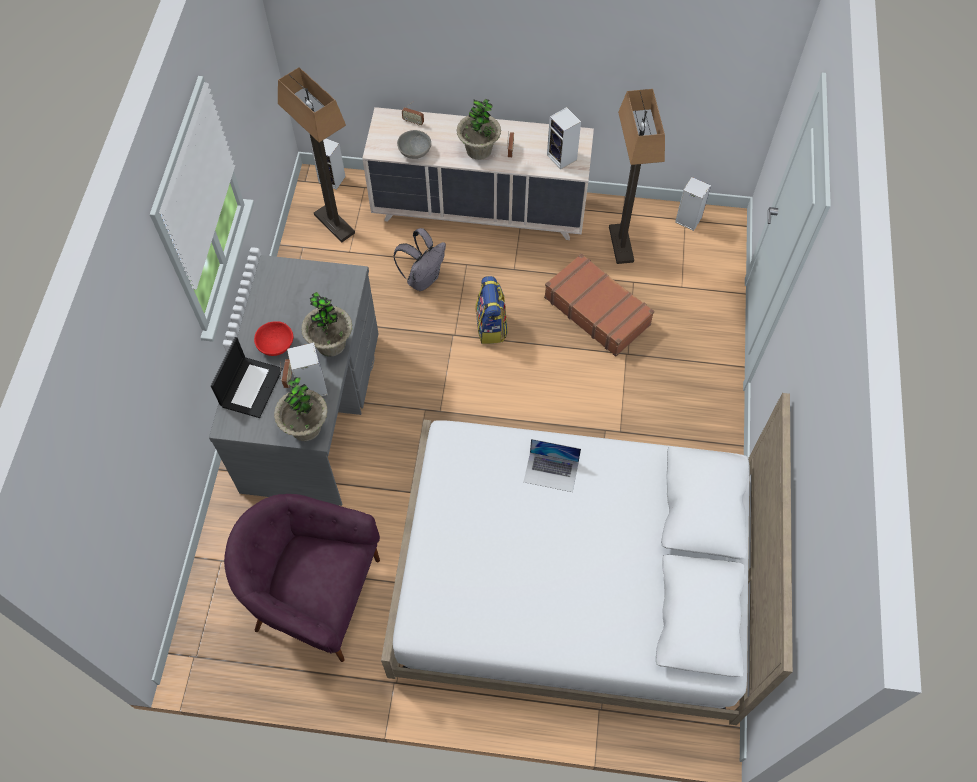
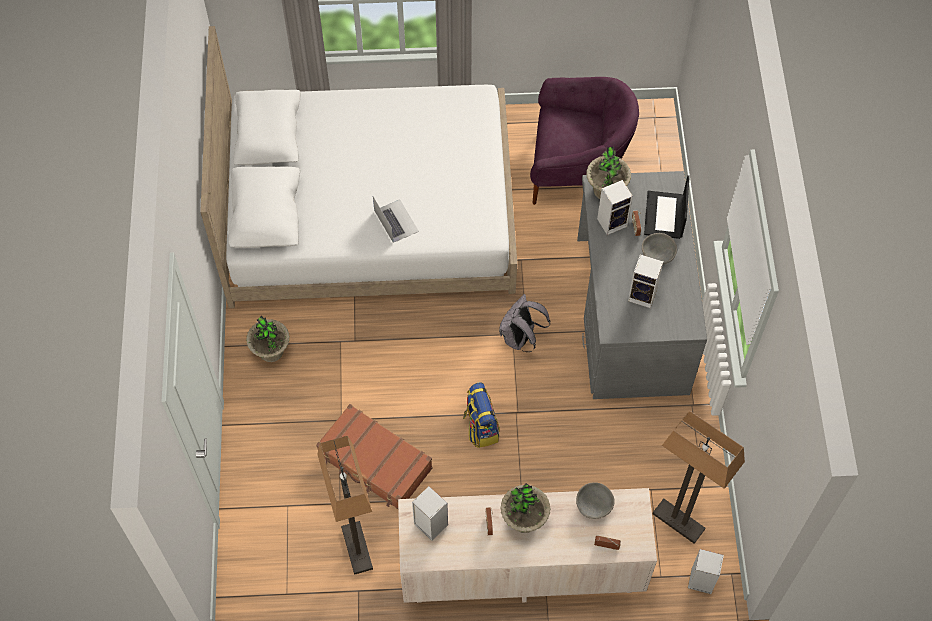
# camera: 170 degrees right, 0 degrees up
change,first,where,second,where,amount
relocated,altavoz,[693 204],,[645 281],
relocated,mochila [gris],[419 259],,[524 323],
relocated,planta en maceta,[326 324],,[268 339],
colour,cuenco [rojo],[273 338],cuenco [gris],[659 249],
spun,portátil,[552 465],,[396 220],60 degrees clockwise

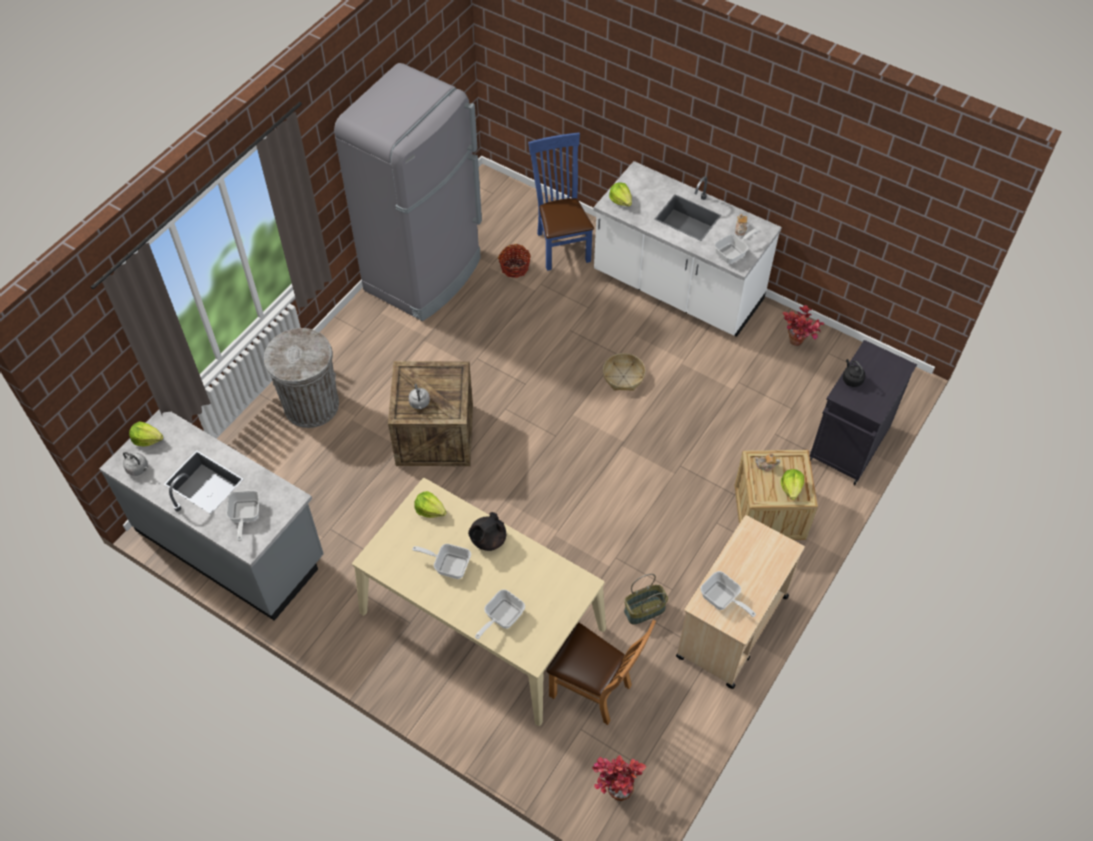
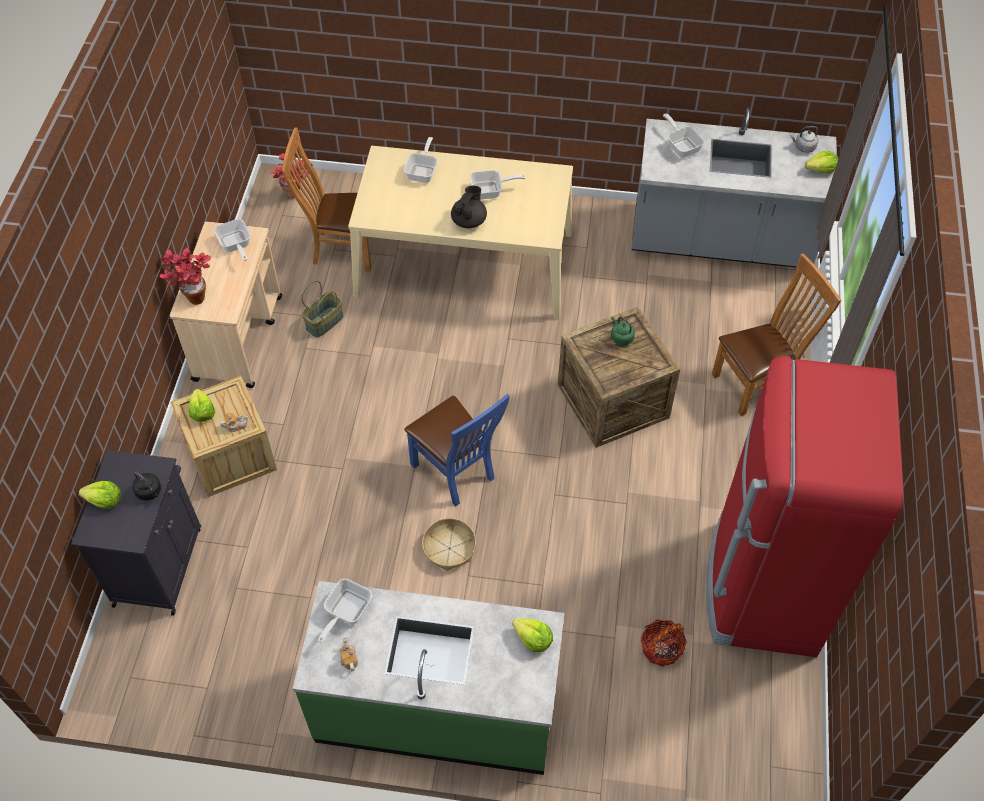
# camera: 155 degrees right, 0 degrees up
change,first,where,second,where,amount
colour,nevera [gris],[408 192],nevera [rojo],[804 506],
relocated,silla [azul],[561 202],,[457 449],
colour,mueble bajo de cocina [blanco],[687 249],mueble bajo de cocina [verde],[428 678],
relocated,planta en maceta,[803 325],,[185 276],
exchanged,papelera [gris],[301 378],silla [marrón],[776 334],
colour,hervidor [gris],[419 396],hervidor [verde],[623 330],
relocated,lechuga,[430 504],,[100 495],
spun,sartén,[728 594],,[232 240],135 degrees counterclockwise

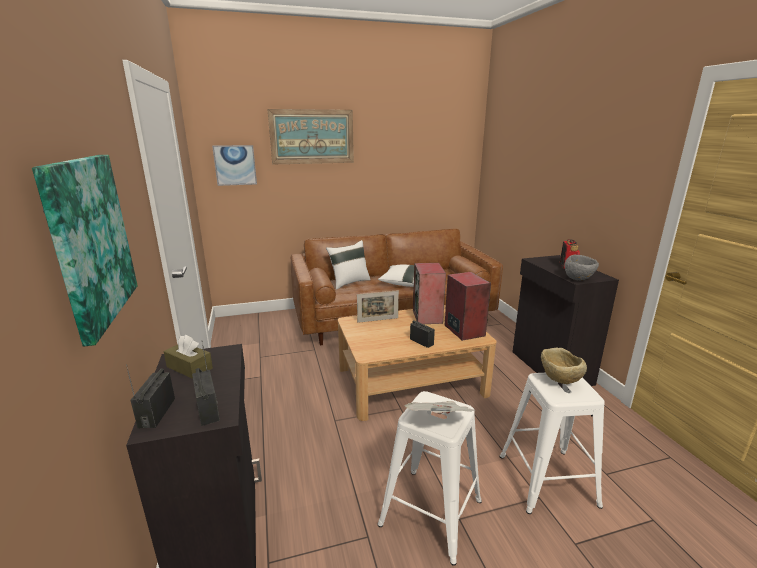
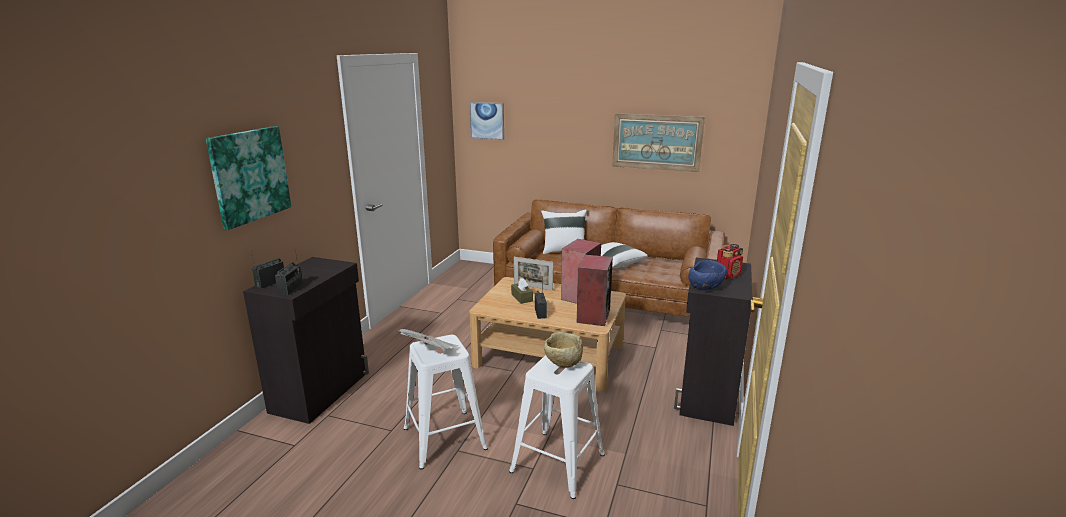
# camera: 35 degrees right, 0 degrees up
change,first,where,second,where,amount
relocated,cuadro,[310 136],,[658 142],
colour,cuenco [gris],[582 267],cuenco [azul],[707 275],
relocated,caja de pañuelos [marrón],[188 357],,[522 291],

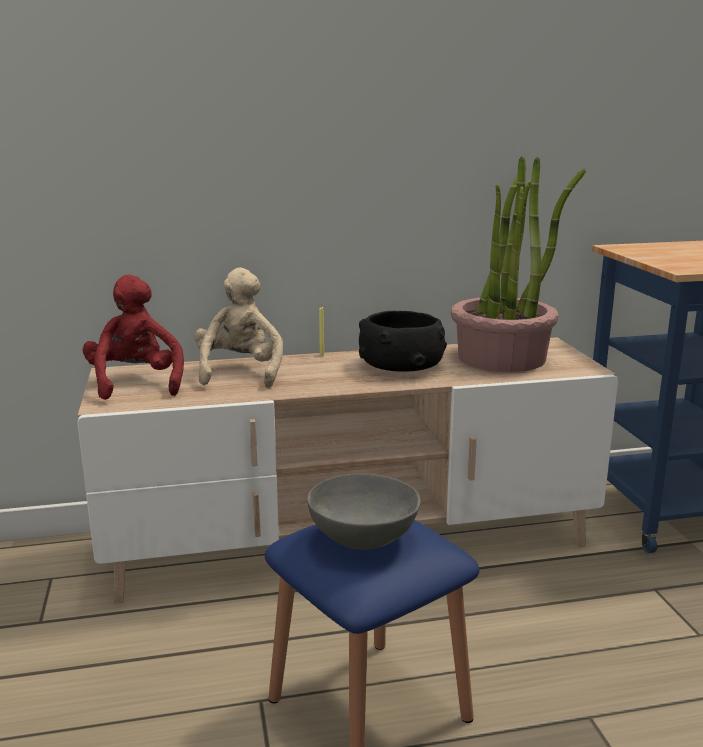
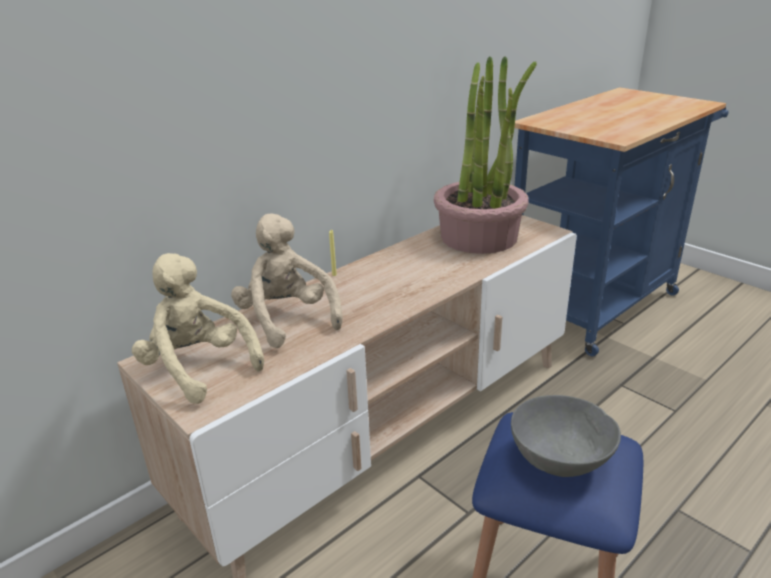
# camera: 30 degrees left, 10 degrees up
change,first,where,second,where,amount
colour,peluche [rojo],[133 337],peluche [beis],[198 328],
missing,cuenco [negro],[403 341],,,

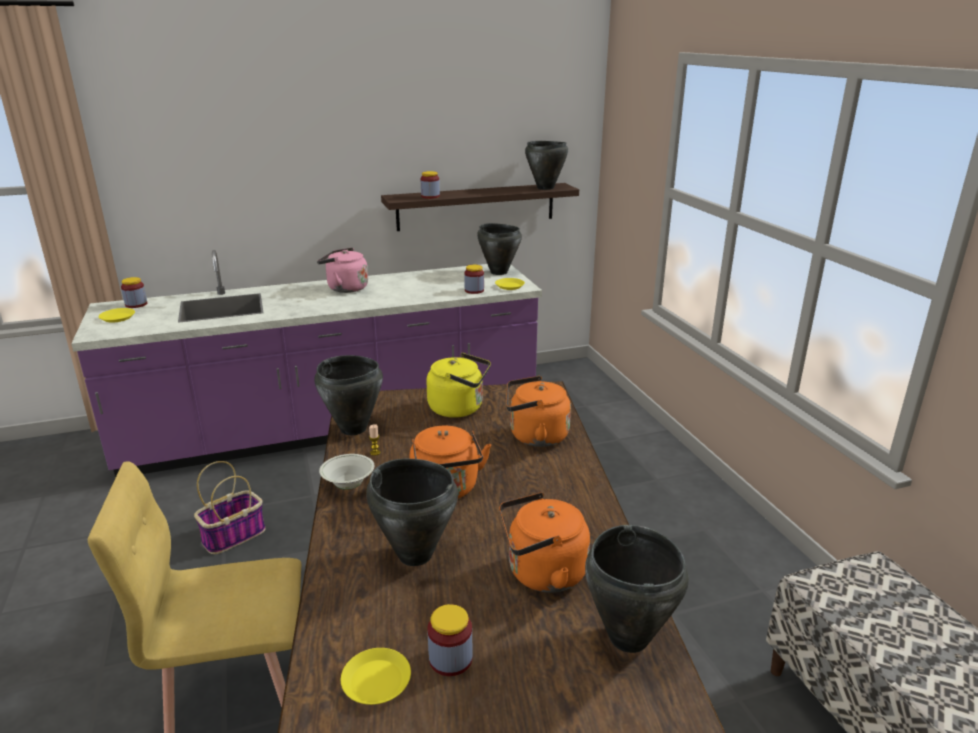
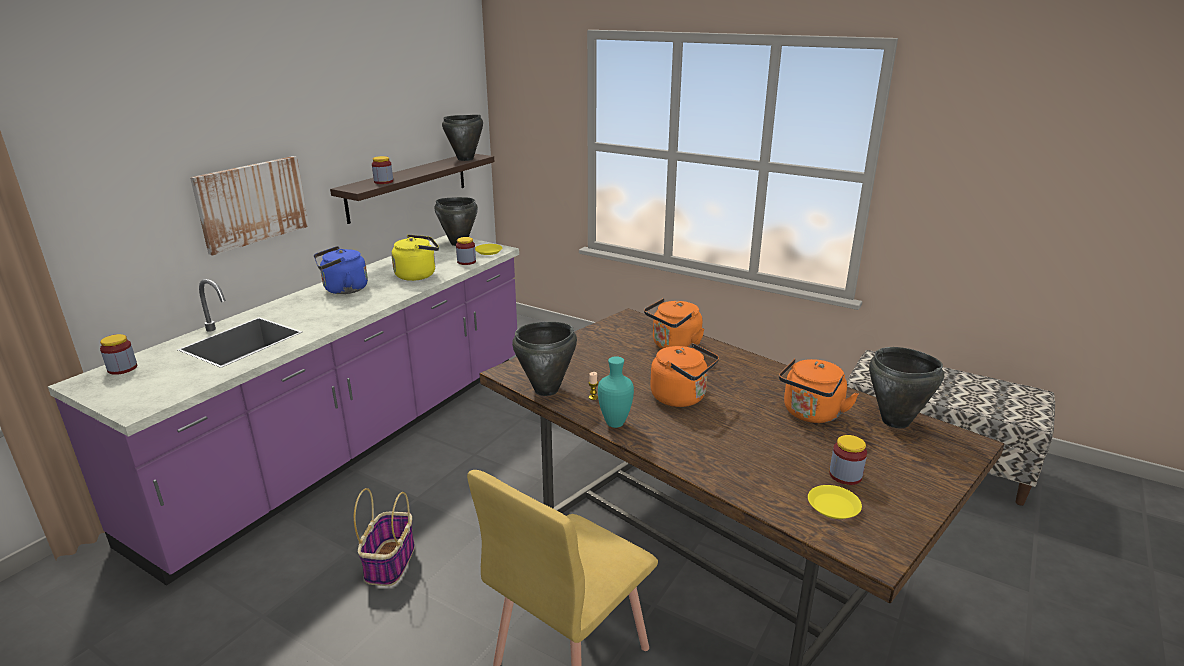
# camera: 40 degrees left, 0 degrees up
change,first,where,second,where,amount
colour,hervidor [rosa],[342 270],hervidor [azul],[341 270],
missing,plato [amarillo],[117 315],,,
relocated,hervidor [amarillo],[458 385],,[415 258],
exchanged,cuenco [blanco],[346 472],florero [turquesa],[616 392],
missing,olla [negro],[412 512],,,
appeared,,,cuadro,[249 206],

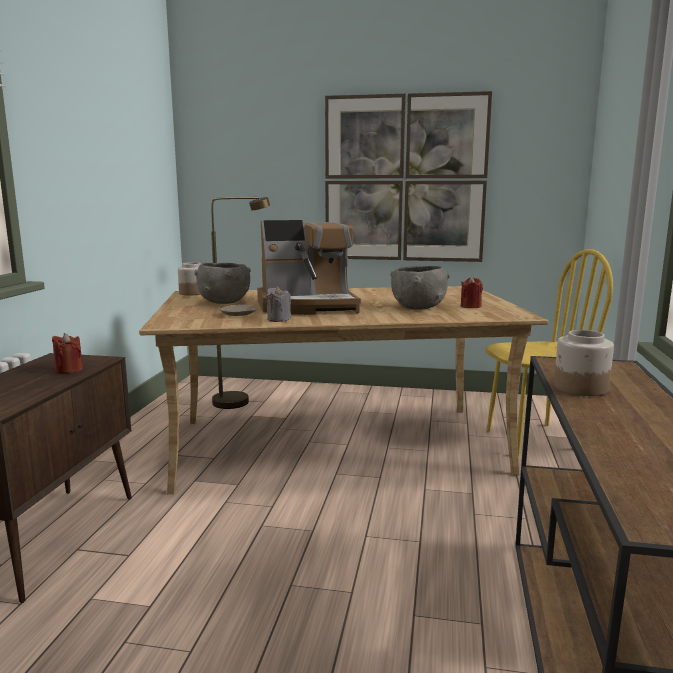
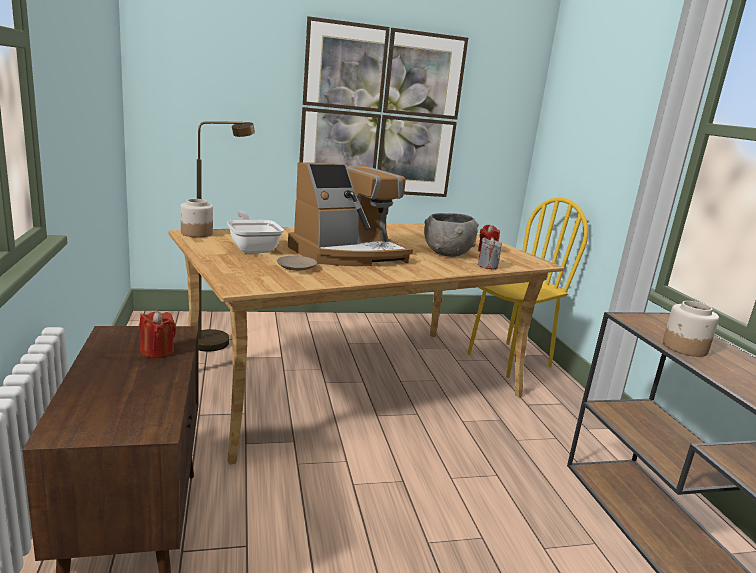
# camera: 25 degrees left, 5 degrees up
change,first,where,second,where,amount
exchanged,cuenco [gris],[222 283],sartén,[255 232],
relocated,vela [gris],[278 304],,[490 253],

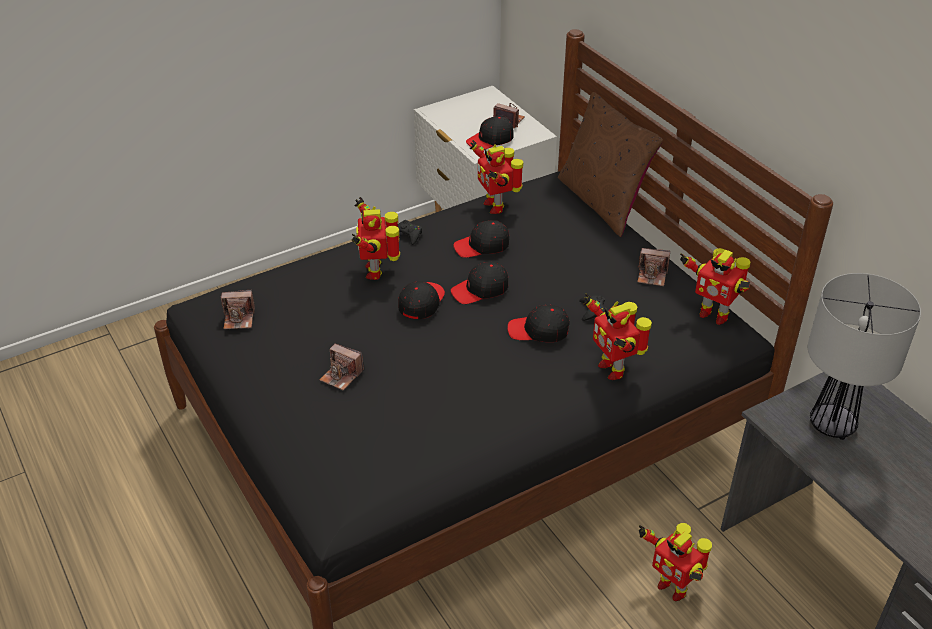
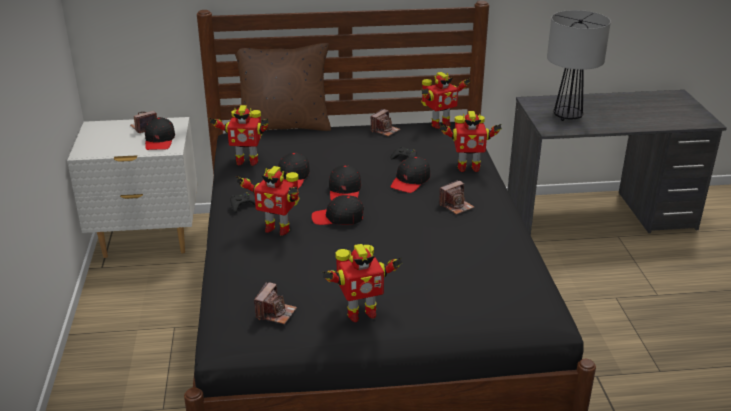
# camera: 65 degrees left, 10 degrees down
change,first,where,second,where,amount
spun,gorra [negro],[421 300],,[337 210],45 degrees counterclockwise
relocated,cámara,[342 367],,[456 197],
relocated,robot de juguete,[675 562],,[362 283],

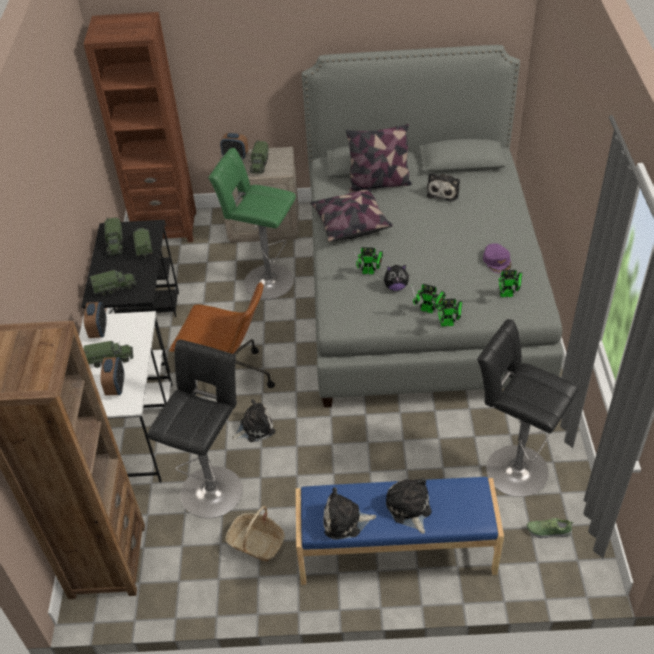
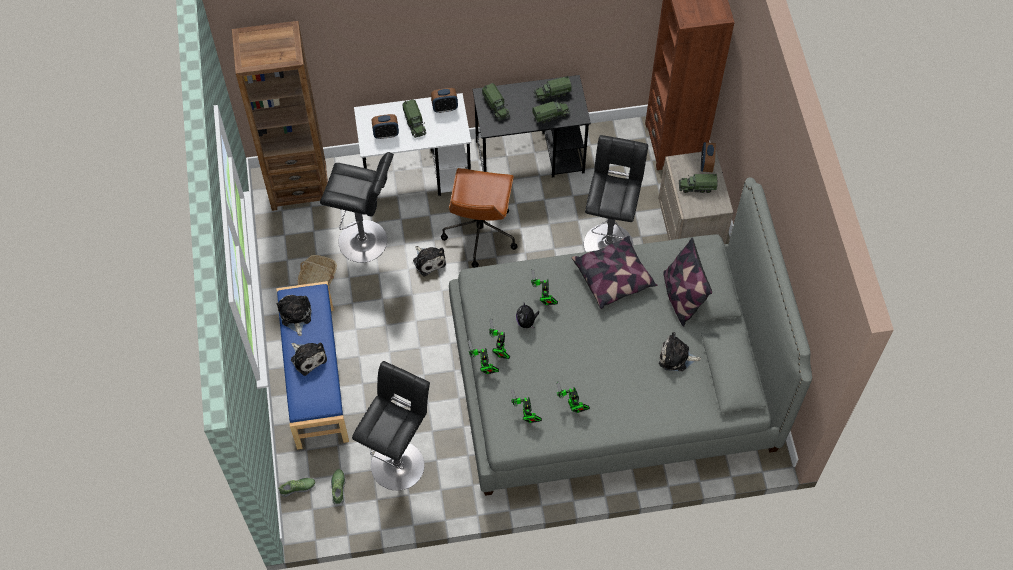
# camera: 80 degrees right, 15 degrees up
change,first,where,second,where,amount
colour,taburete [verde],[252 223],taburete [negro],[616 193],
exchanged,gorra [morado],[497 258],robot de juguete,[573 397],
spun,peluche,[409 506],,[309 359],75 degrees clockwise
appeared,,,zapato,[296 487],

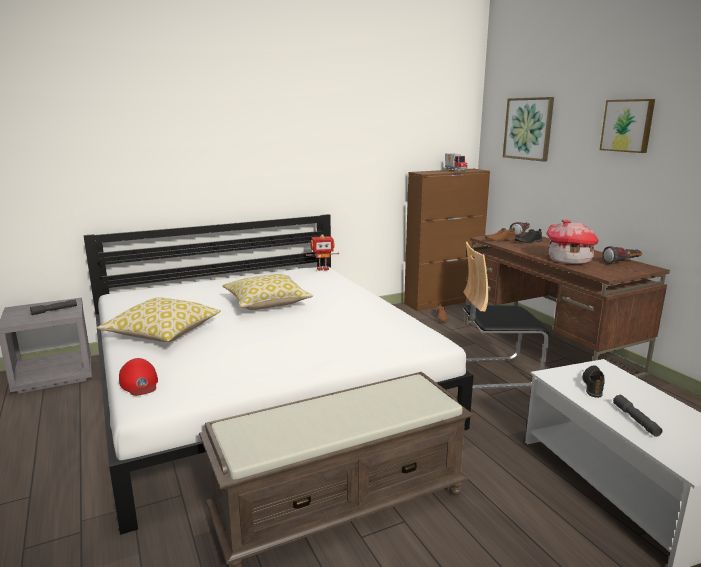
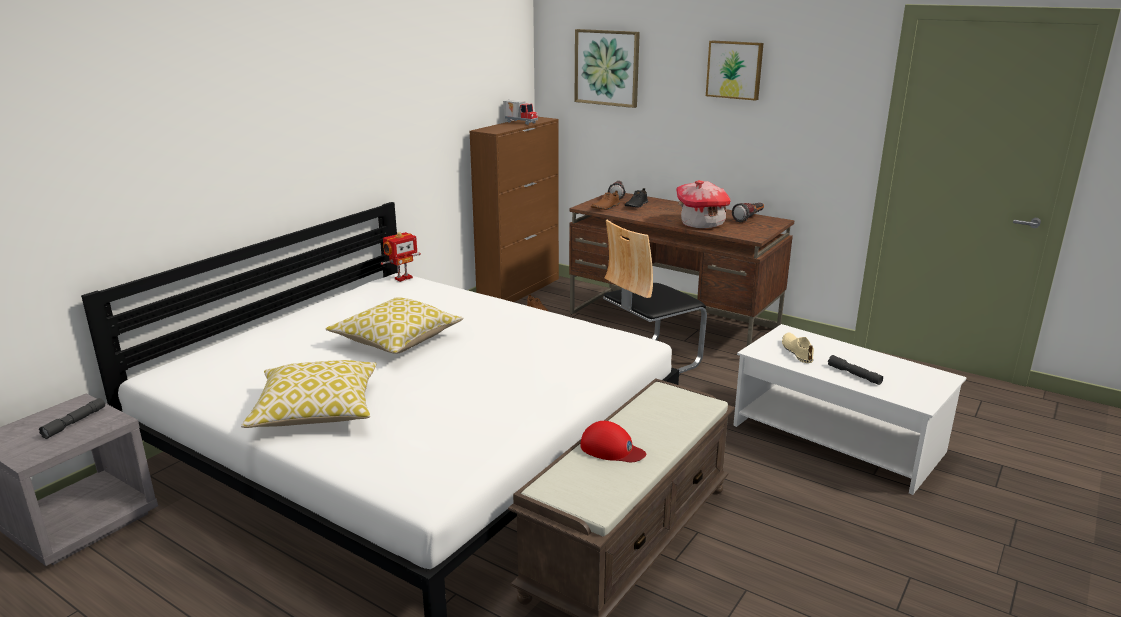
# camera: 30 degrees left, 5 degrees up
change,first,where,second,where,amount
relocated,gorra [rojo],[138 377],,[613 441],
colour,zapato [negro],[593 381],zapato [beis],[798 348],

